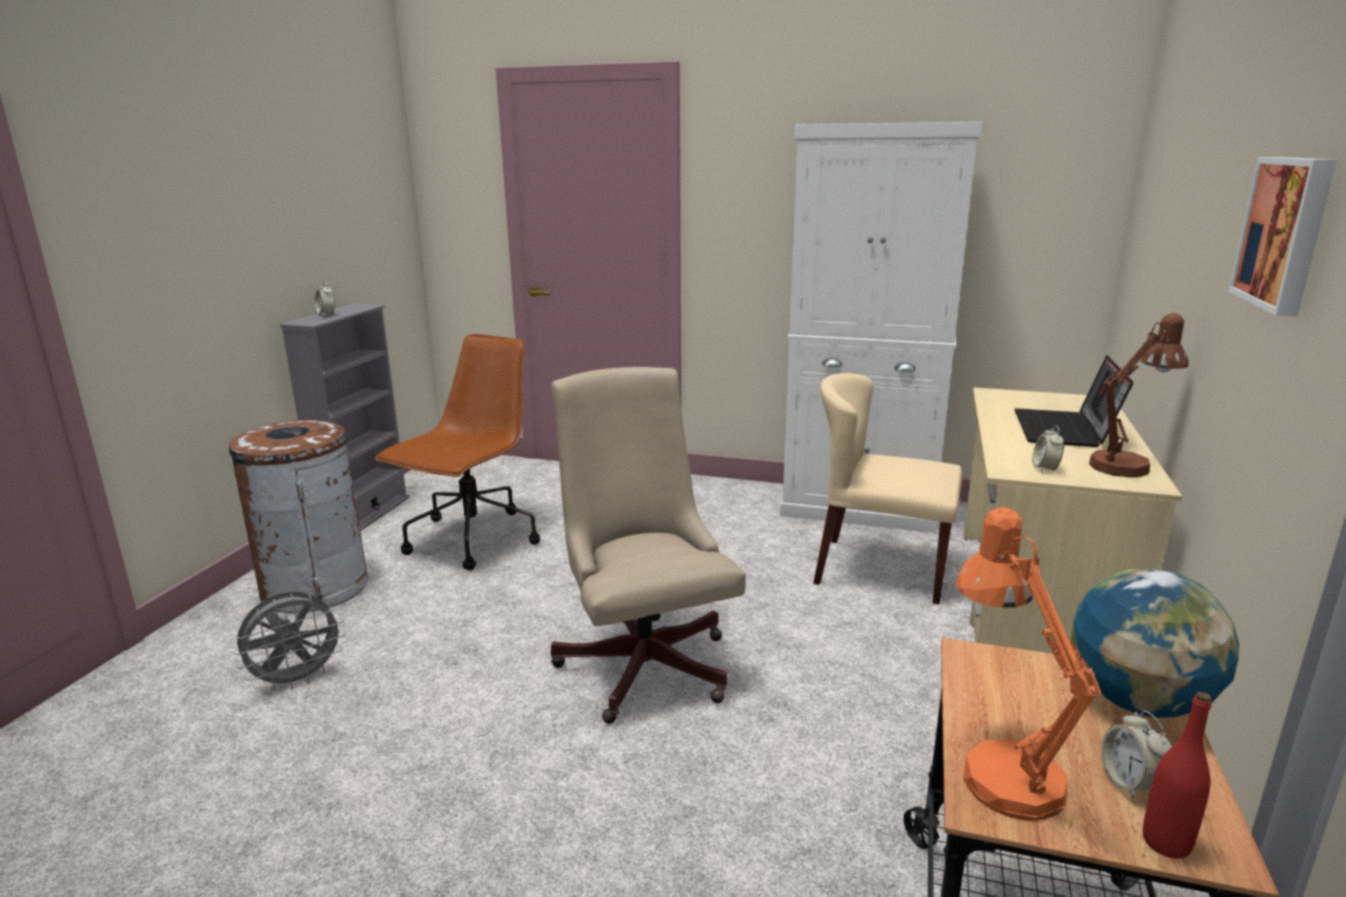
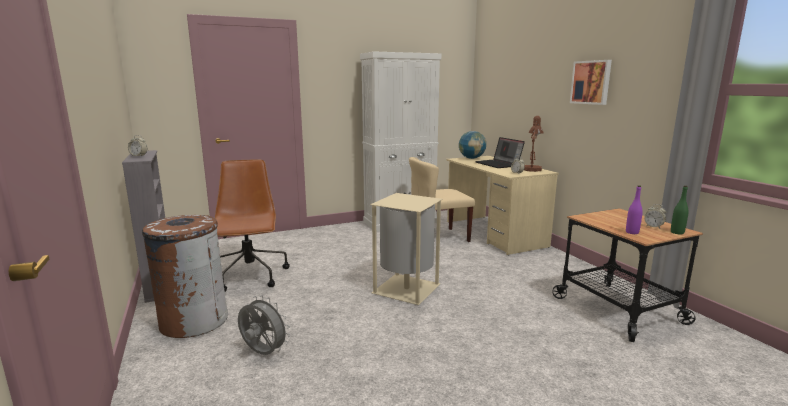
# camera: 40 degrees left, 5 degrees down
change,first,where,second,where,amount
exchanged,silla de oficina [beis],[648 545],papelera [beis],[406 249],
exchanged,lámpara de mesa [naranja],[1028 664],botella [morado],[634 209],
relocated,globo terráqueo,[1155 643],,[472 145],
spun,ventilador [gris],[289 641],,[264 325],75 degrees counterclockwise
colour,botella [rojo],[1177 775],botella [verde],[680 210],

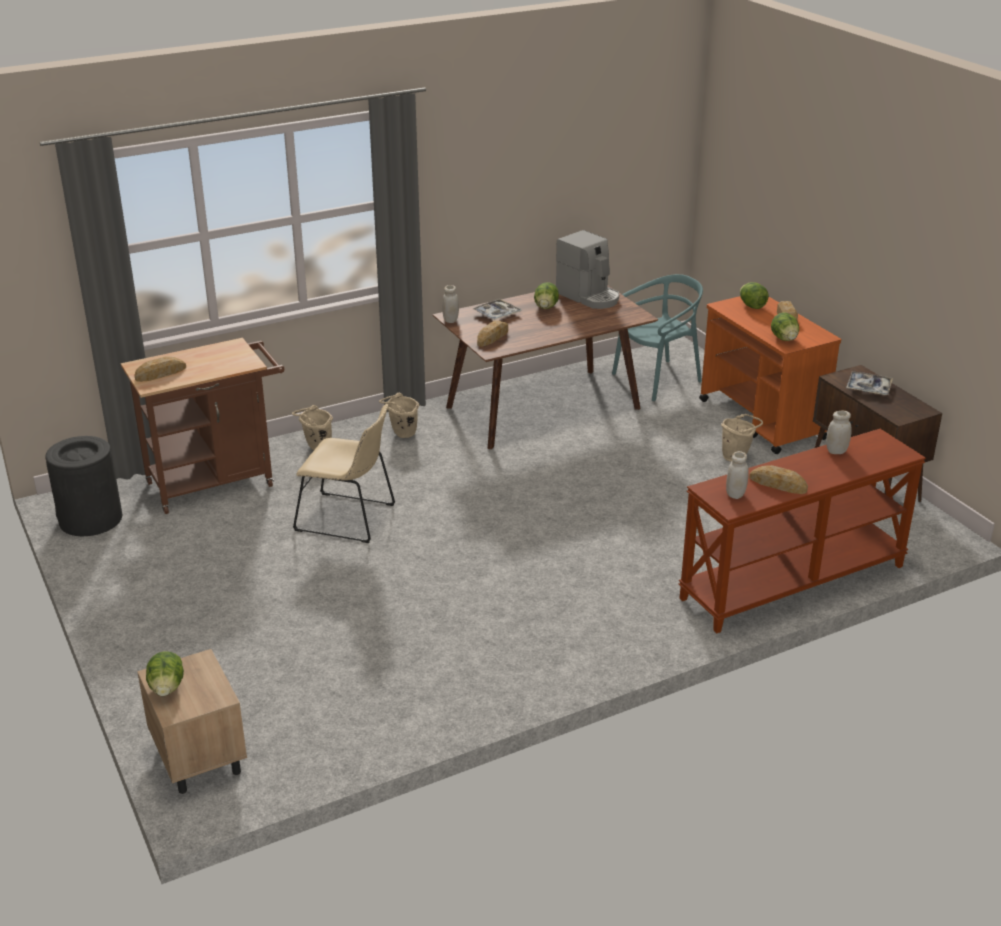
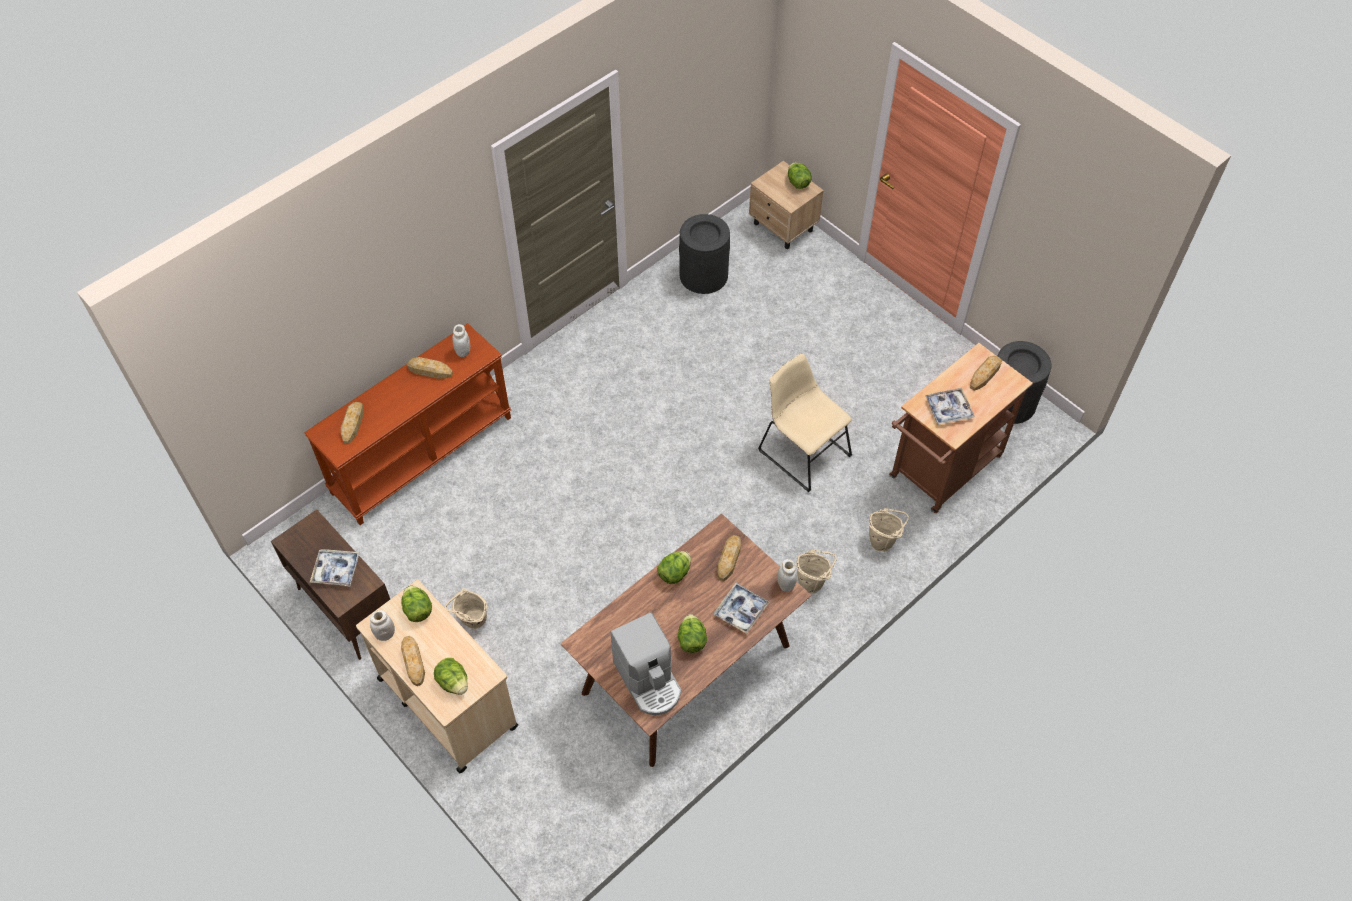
# camera: 165 degrees right, 25 degrees up
change,first,where,second,where,amount
spun,cafetera,[587 269],,[646 663],150 degrees counterclockwise
missing,silla [turquesa],[657 337],,,
colour,carrito [naranja],[770 375],carrito [beis],[437 677],
spun,silla [beis],[344 473],,[805 422],45 degrees clockwise
relocated,tarro [blanco],[839 432],,[382 625],
appeared,,,papelera [negro],[704 254],
appeared,,,bandeja,[949 406],
appeared,,,pan,[352 423],
appeared,,,lechuga,[674 567],

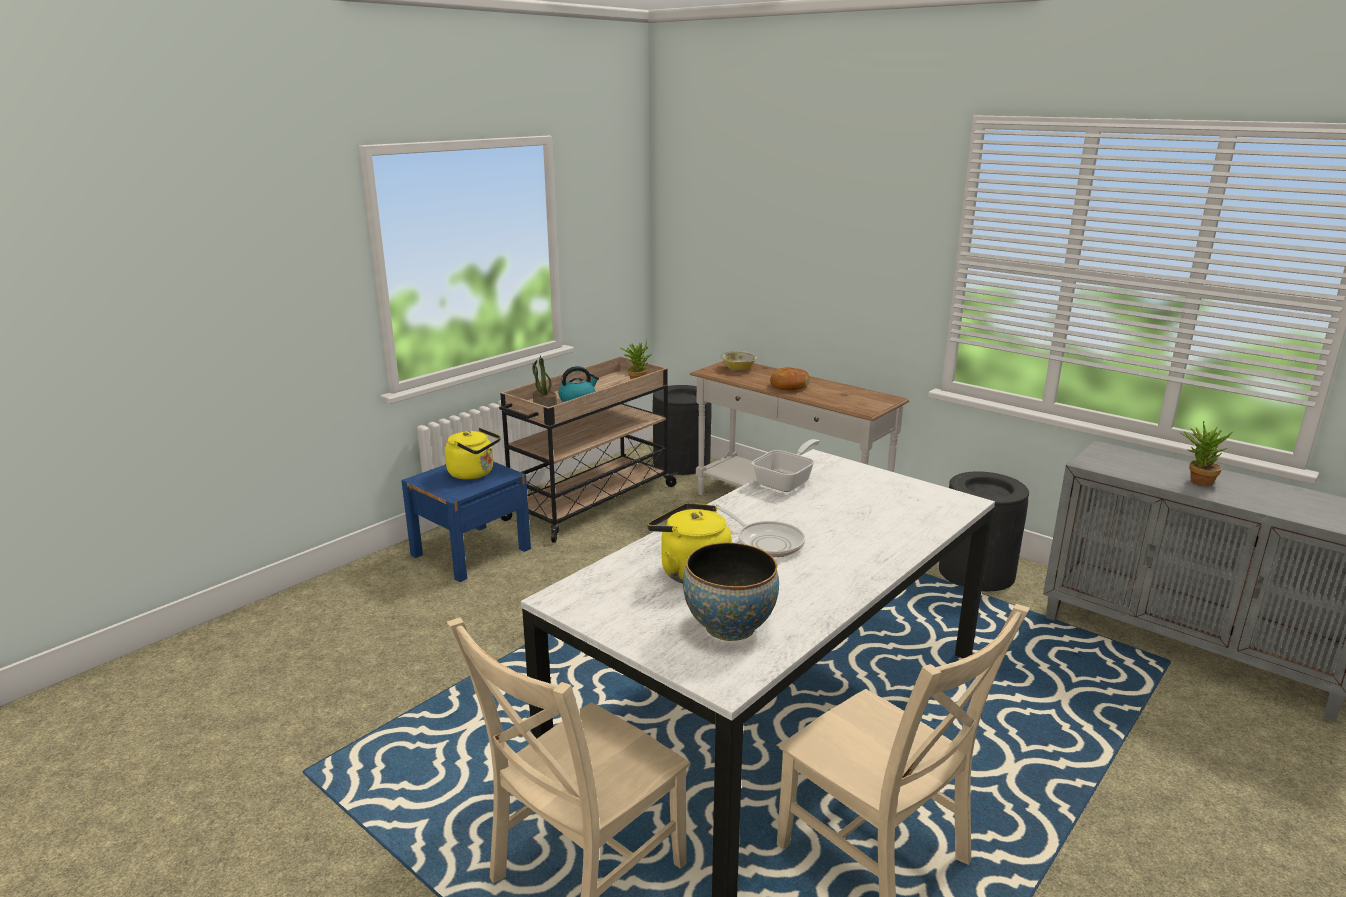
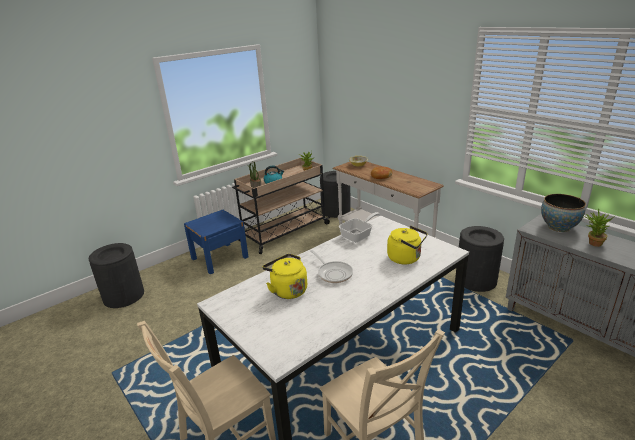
# camera: 10 degrees right, 5 degrees up
change,first,where,second,where,amount
relocated,hervidor [amarillo],[473 454],,[407 245],
relocated,cuenco,[731 592],,[563 213],
appeared,,,papelera [negro],[116 275],

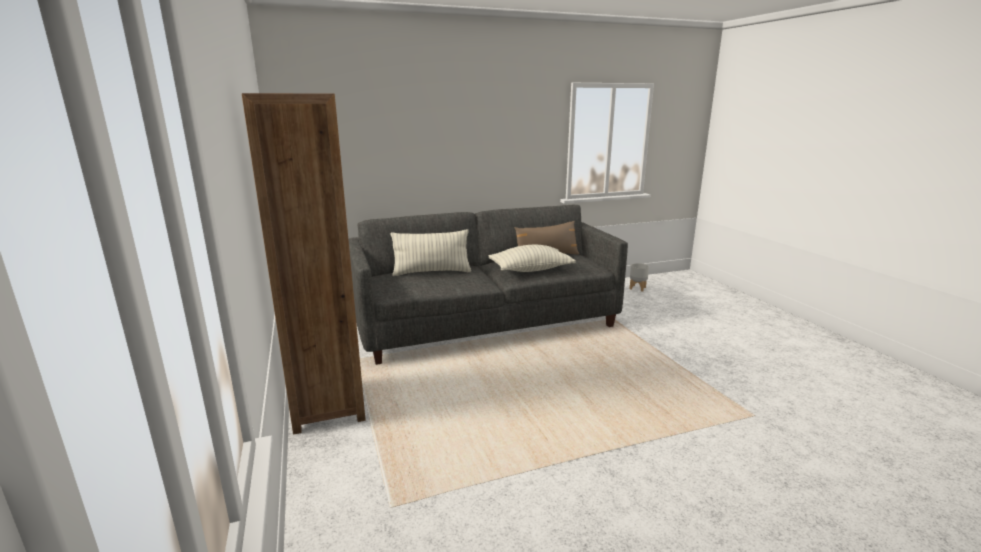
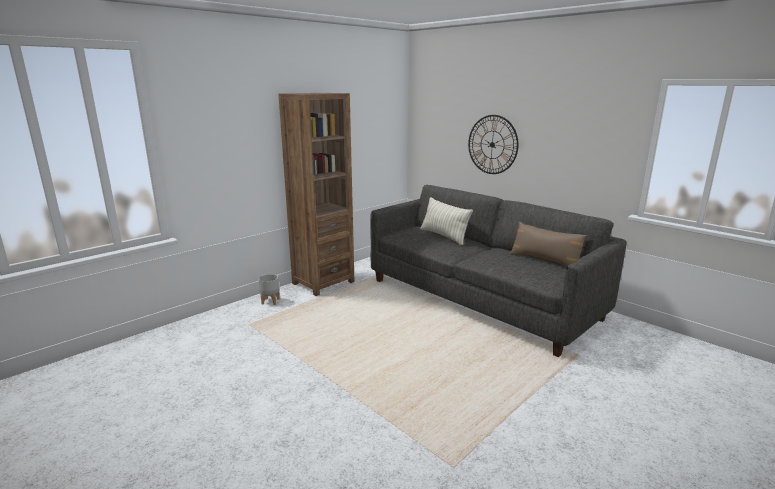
# camera: 65 degrees right, 0 degrees up
change,first,where,second,where,amount
missing,cojín,[532 258],,,
relocated,maceta [gris],[639 277],,[269 289],
appeared,,,reloj de pared,[493 144],

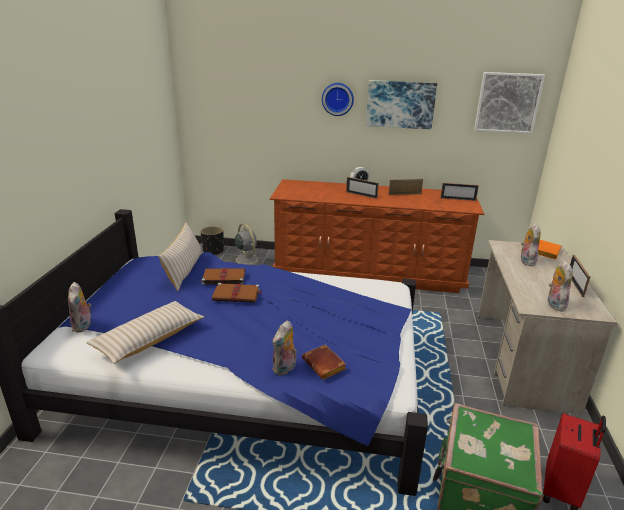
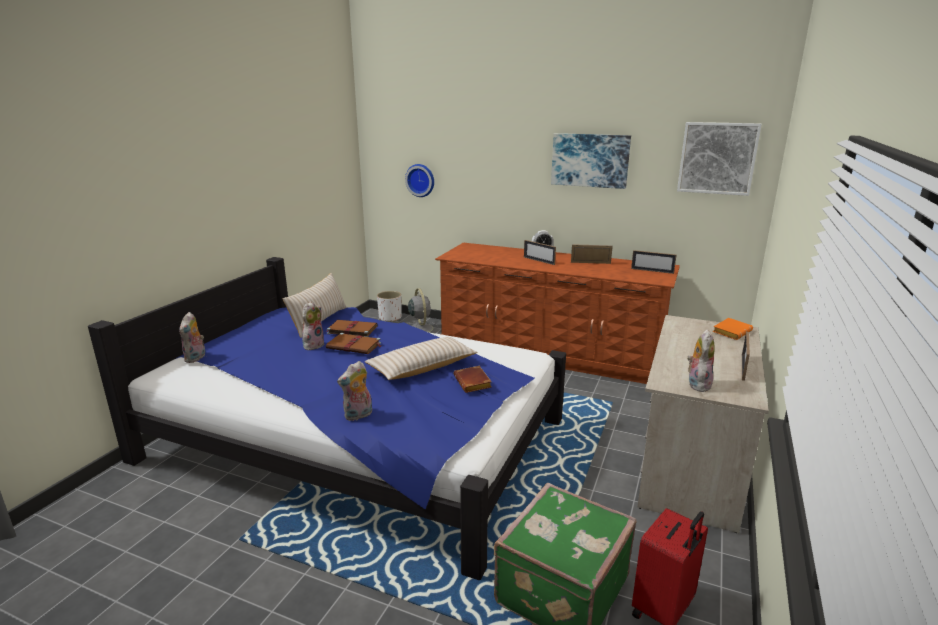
# camera: 15 degrees right, 5 degrees down
change,first,where,second,where,amount
relocated,reloj de pared,[338 99],,[419 180],
relocated,peluche,[531 244],,[313 325],
colour,maceta [negro],[212 240],maceta [blanco],[389 306],
relocated,cojín [beis],[145 332],,[421 358],
relocated,libro [marrón],[324 362],,[473 379],

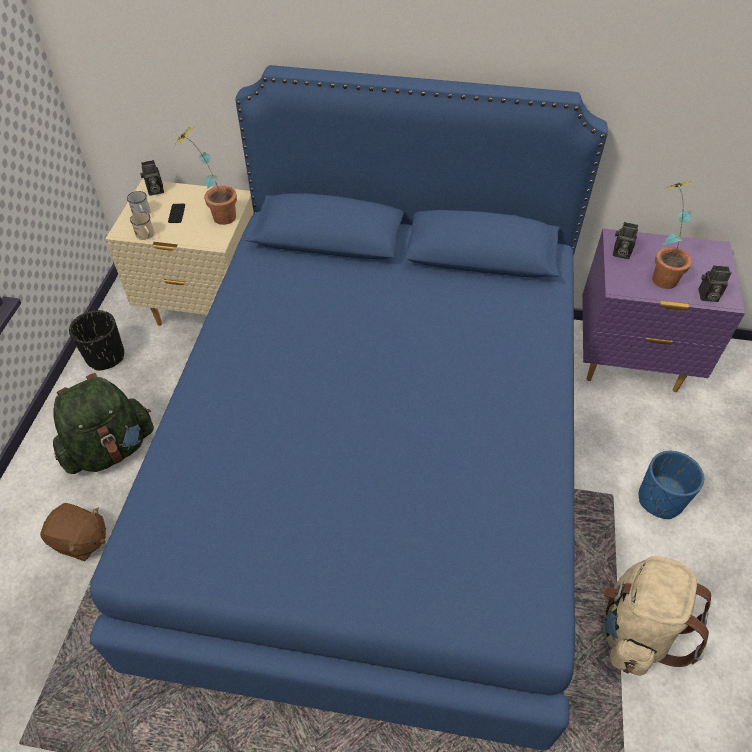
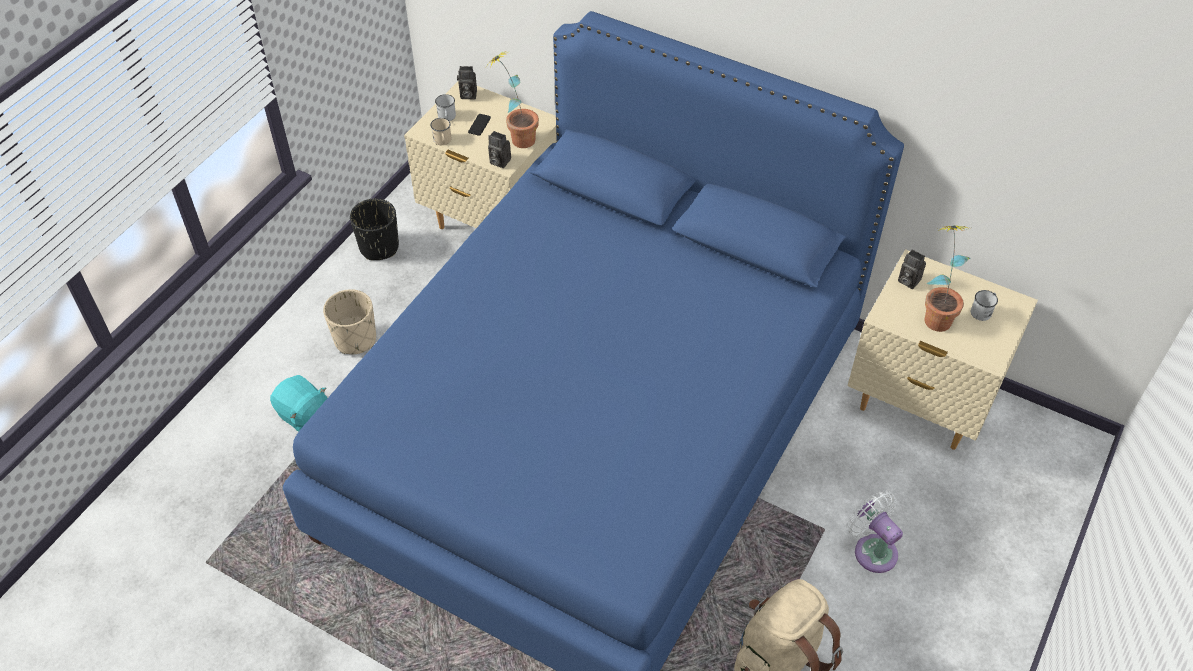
# camera: 20 degrees right, 0 degrees up
change,first,where,second,where,amount
colour,mesita de noche [morado],[663 310],mesita de noche [beis],[943 349],
relocated,cámara,[715 283],,[499 149],
exchanged,mochila [verde],[103 423],maceta [beis],[349 321],
exchanged,maceta [azul],[671 485],ventilador [blanco],[875 532],
colour,peluche [marrón],[73 532],peluche [turquesa],[299 403],
appeared,,,taza grande [blanco],[984 305],

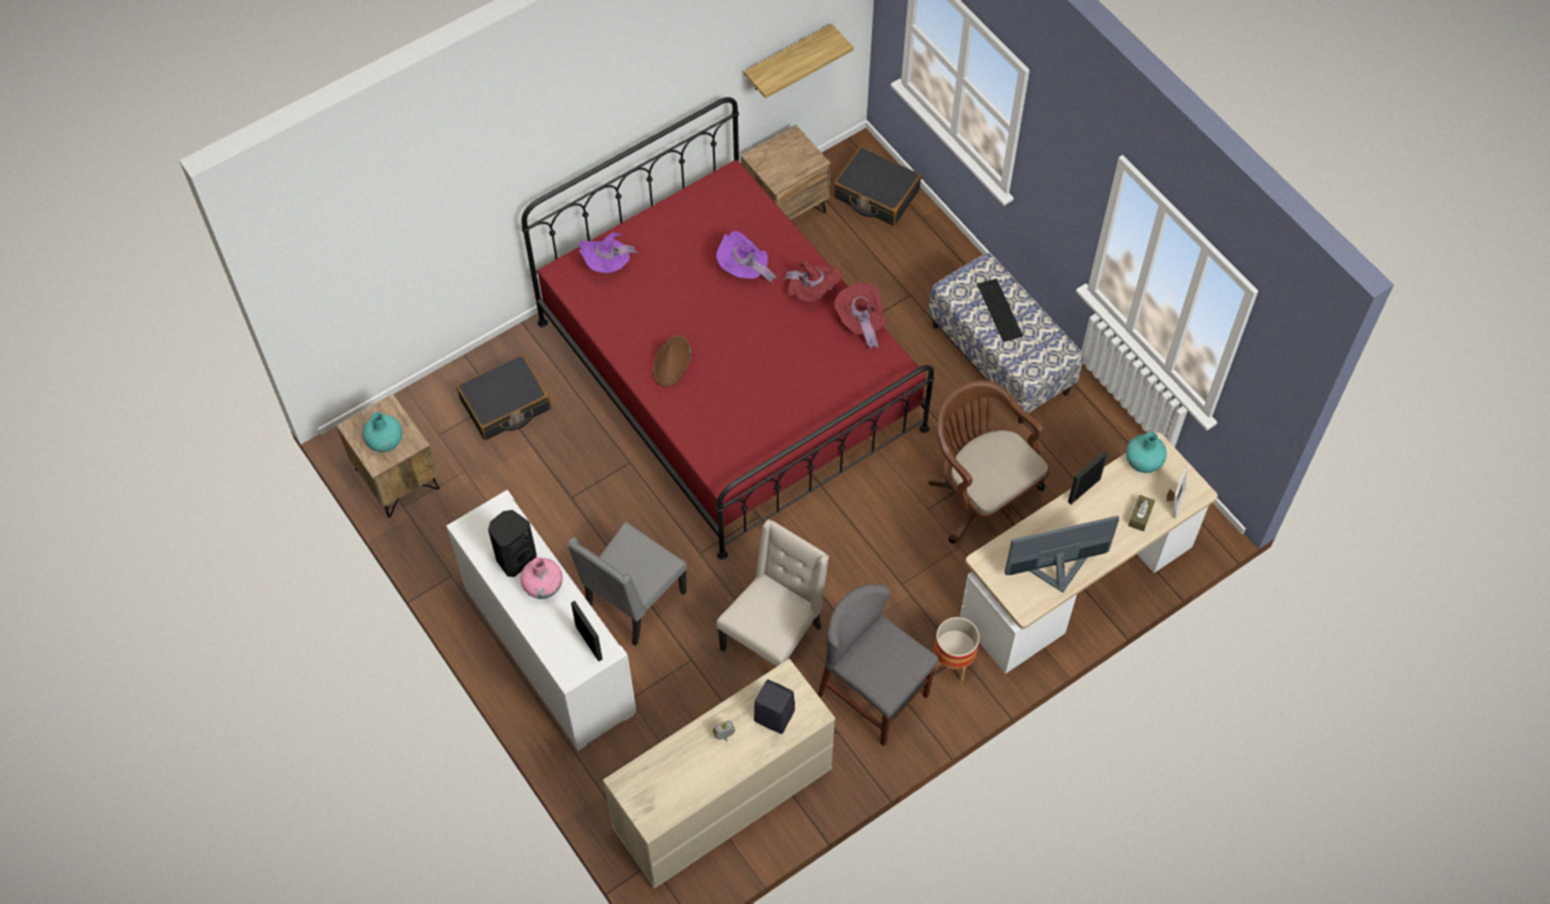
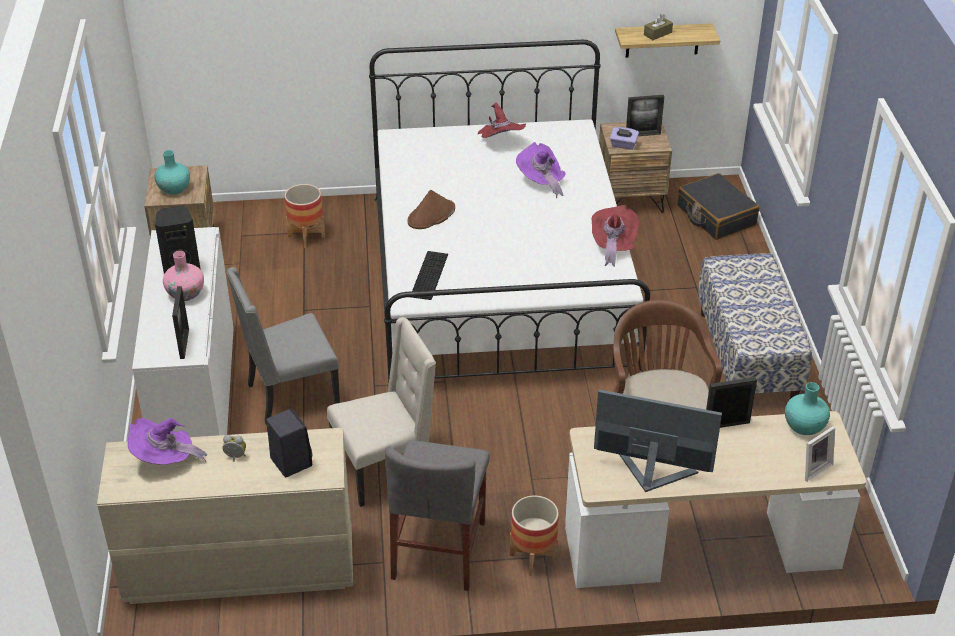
# camera: 30 degrees right, 20 degrees down
change,first,where,second,where,amount
colour,cama [rojo],[727 328],cama [blanco],[509 210],
relocated,sombrero [morado],[609 252],,[167 441],
relocated,sombrero [rojo],[811 281],,[502 120],
relocated,teclado,[1000 310],,[430 275],
exchanged,maleta [negro],[503 397],maceta,[304 216],
relocated,caja de pañuelos [marrón],[1141 513],,[658 27],
spun,silla [gris],[878 665],,[437 515],150 degrees counterclockwise
appeared,,,portarretratos,[645 115],
appeared,,,caja de pañuelos [morado],[624 138],

